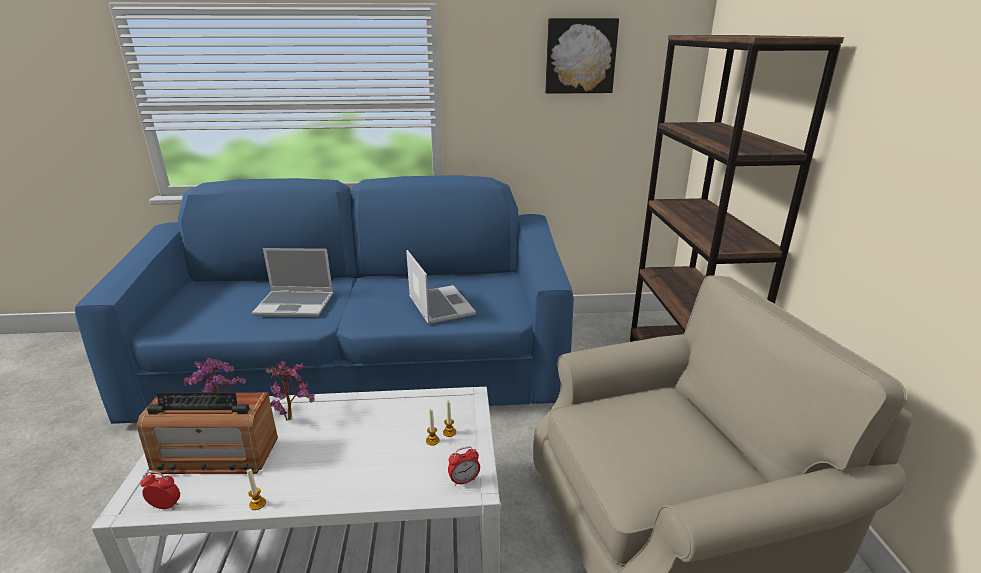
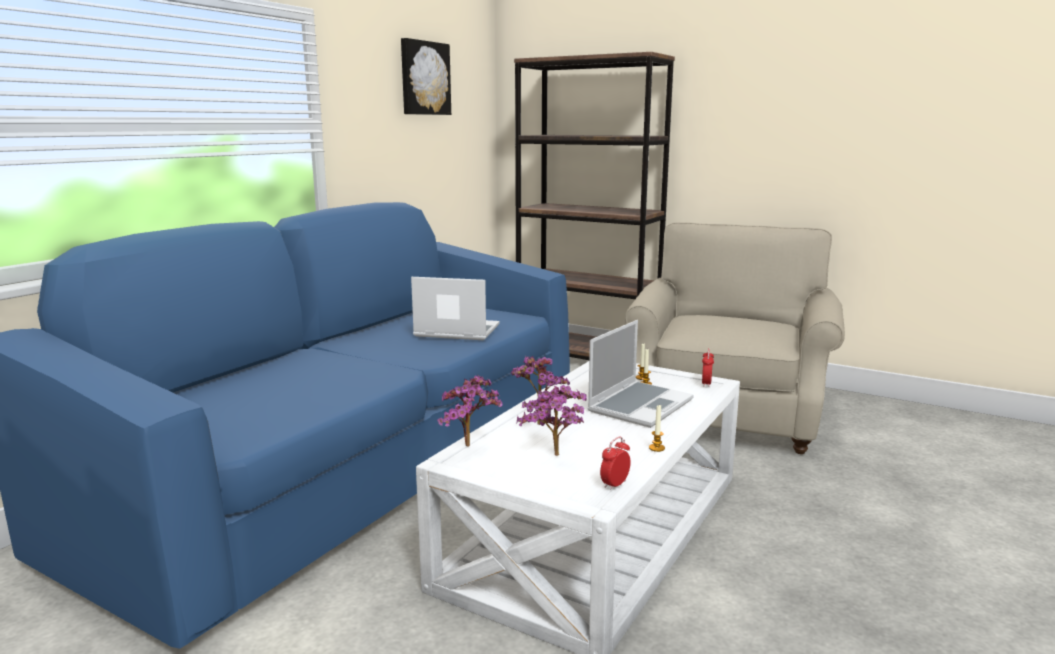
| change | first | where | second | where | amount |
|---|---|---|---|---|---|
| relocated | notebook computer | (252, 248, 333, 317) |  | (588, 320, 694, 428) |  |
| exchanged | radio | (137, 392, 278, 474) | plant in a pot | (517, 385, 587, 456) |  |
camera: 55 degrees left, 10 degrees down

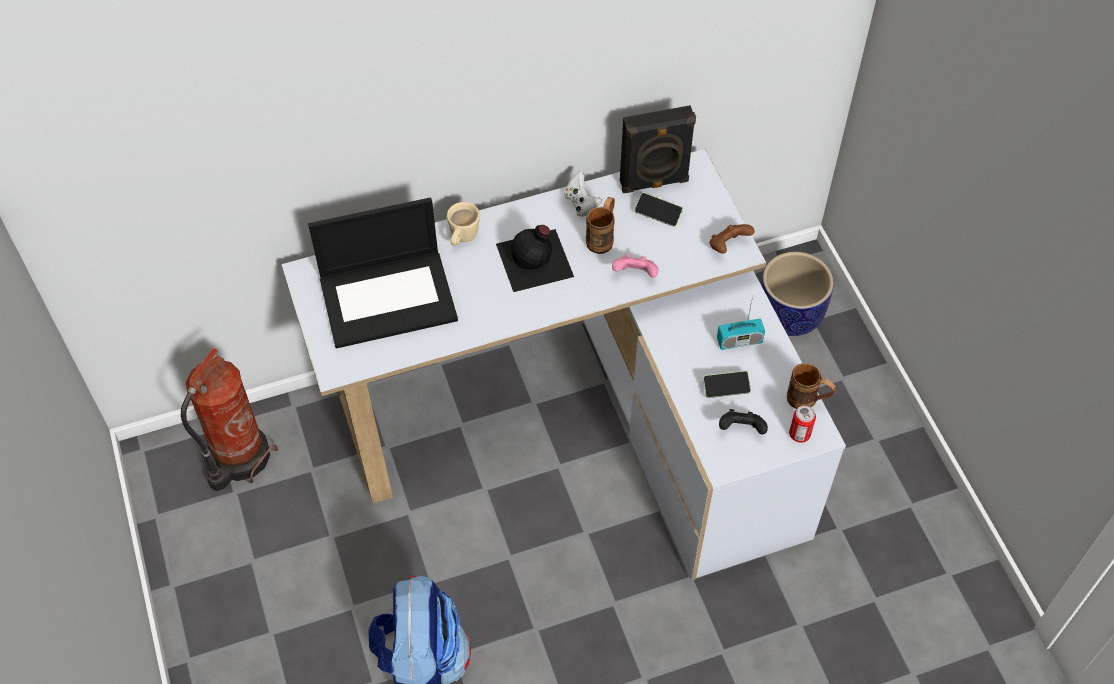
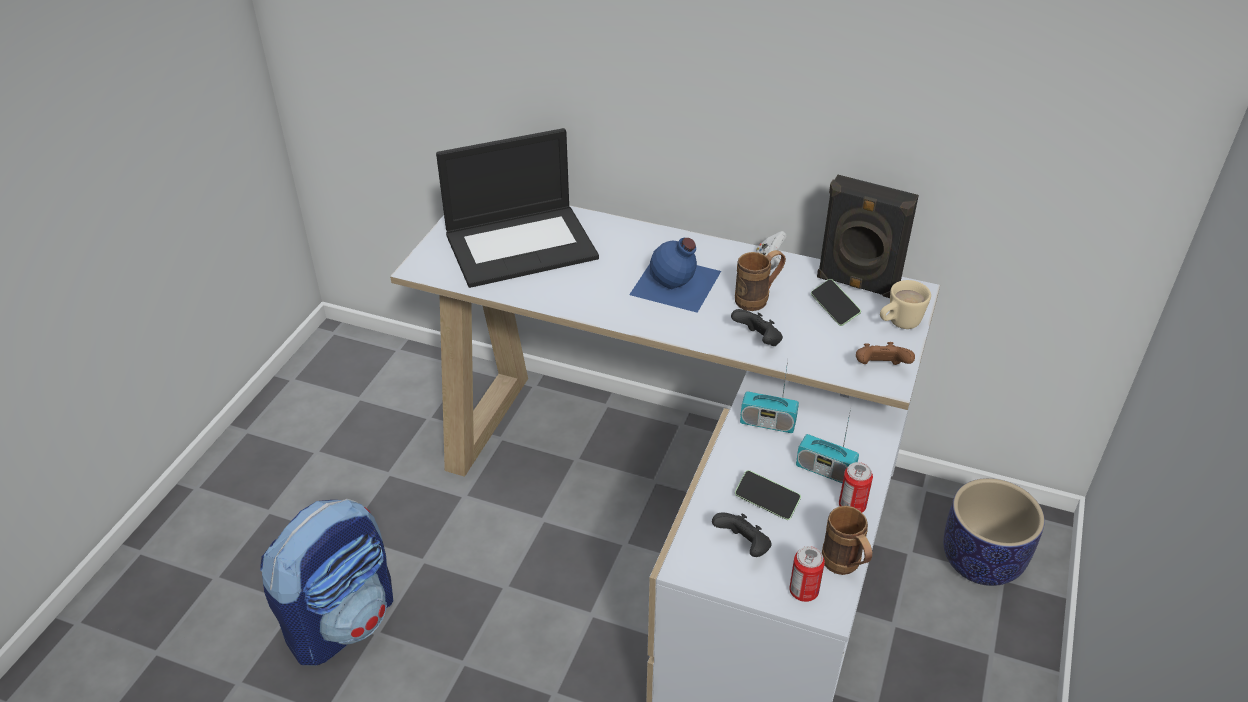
| change | first | where | second | where | amount |
|---|---|---|---|---|---|
| missing | fire extinguisher | (181, 348, 278, 491) |  |  |  |
| appeared |  |  | radio | (740, 361, 799, 433) |  |
| appeared |  |  | sealed can | (839, 462, 873, 513) |  |
| relocated | tea mug (sand-coloured) | (447, 202, 480, 246) |  | (880, 280, 931, 329) |  |
| colour | drink bottle (blackish) | (496, 225, 574, 292) | drink bottle (blue) | (629, 238, 721, 313) |  |
| colour | gamepad (pinkish) | (612, 254, 659, 278) | gamepad (blackish) | (731, 309, 783, 346) |  |
| spun | notebook computer | (308, 198, 458, 348) |  | (436, 128, 599, 288) | 45 degrees counterclockwise |
camera: 40 degrees right, 15 degrees down

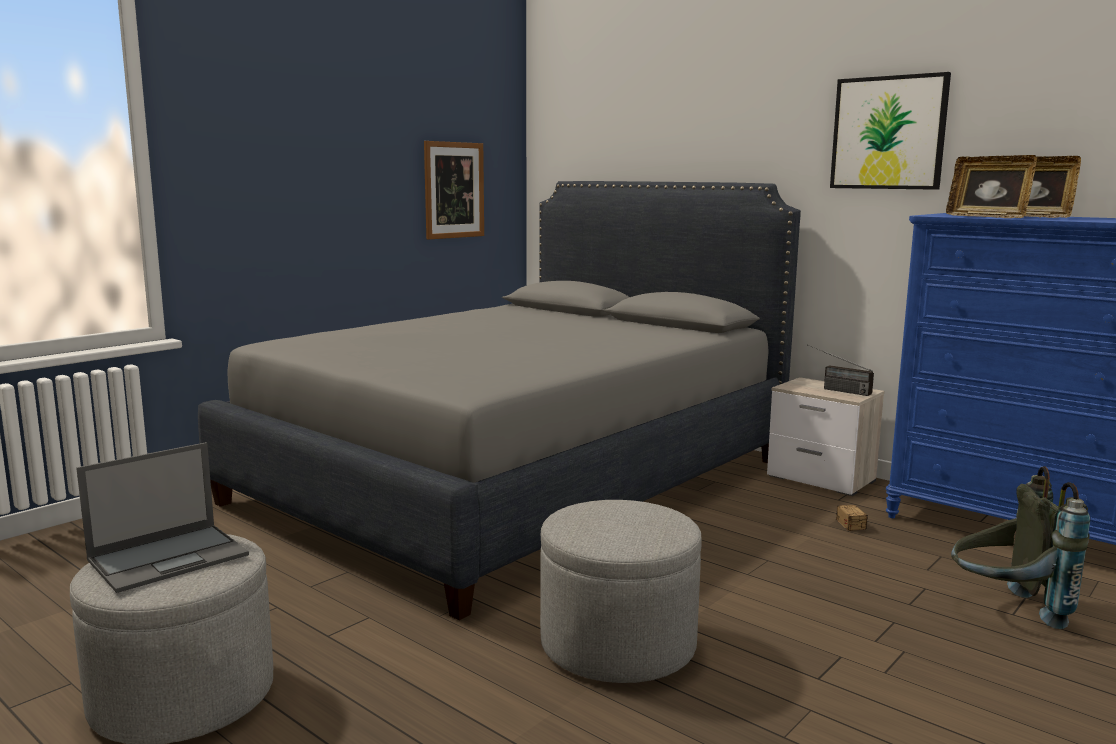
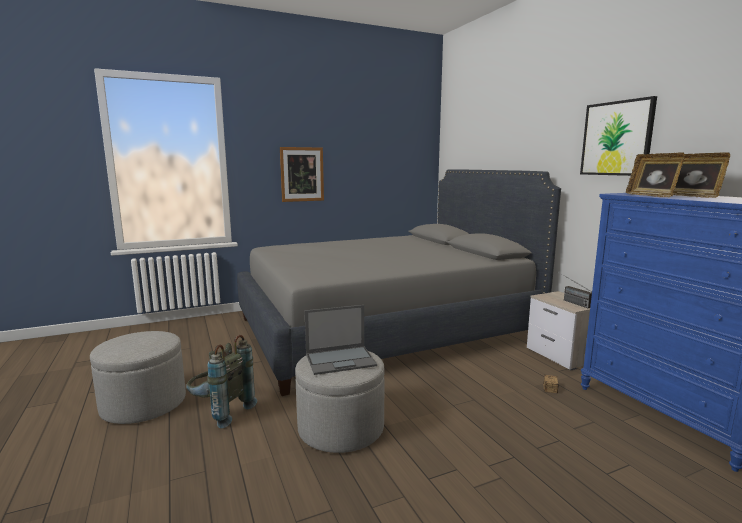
| change | first | where | second | where | amount |
|---|---|---|---|---|---|
| relocated | notebook computer | (76, 442, 249, 593) |  | (305, 305, 377, 375) |  |
| relocated | wall art | (424, 141, 484, 240) |  | (280, 147, 324, 202) |  |
| relocated | knapsack (gray) | (951, 466, 1090, 629) |  | (186, 335, 257, 428) |  |
camera: 25 degrees right, 0 degrees up

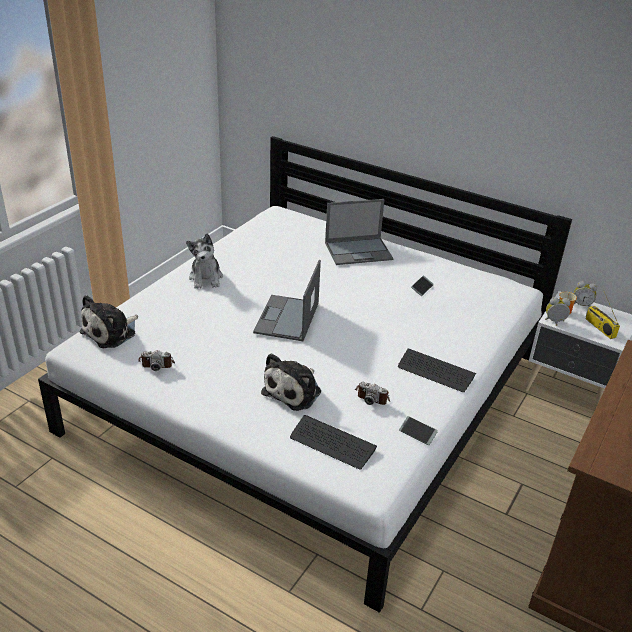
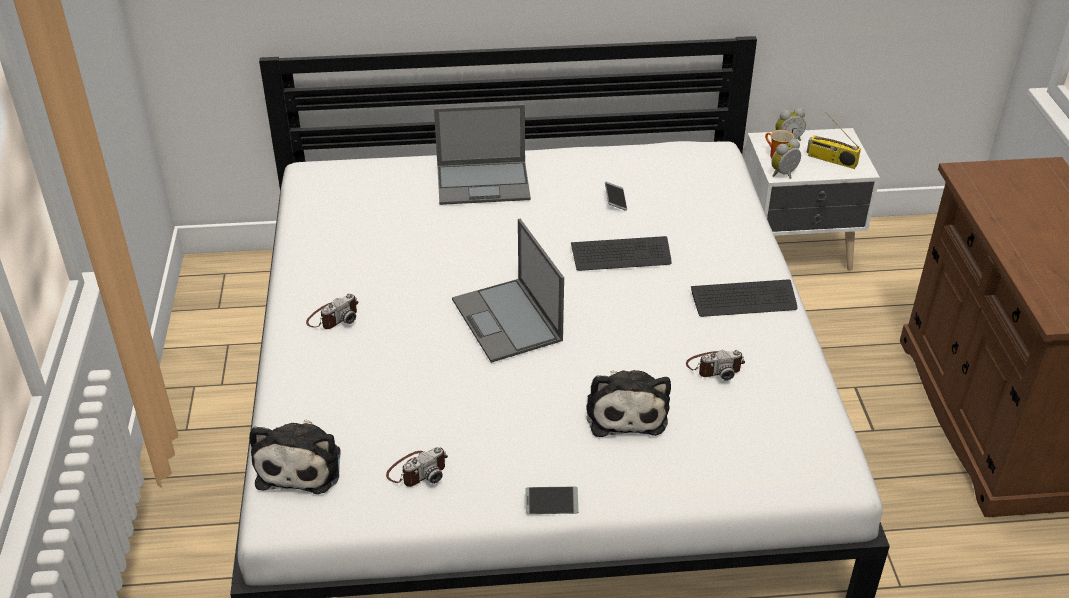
| change | first | where | second | where | amount |
|---|---|---|---|---|---|
| relocated | PC keyboard | (290, 415, 377, 469) |  | (571, 236, 672, 271) |  |
| relocated | telephone | (399, 416, 438, 445) |  | (526, 487, 578, 514) |  |
| exchanged | cuddly toy | (186, 233, 223, 289) | photo camera | (306, 293, 358, 329) |  |
| spun | notebook computer | (325, 199, 393, 265) |  | (434, 104, 531, 205) | 45 degrees clockwise |
camera: 35 degrees left, 5 degrees up

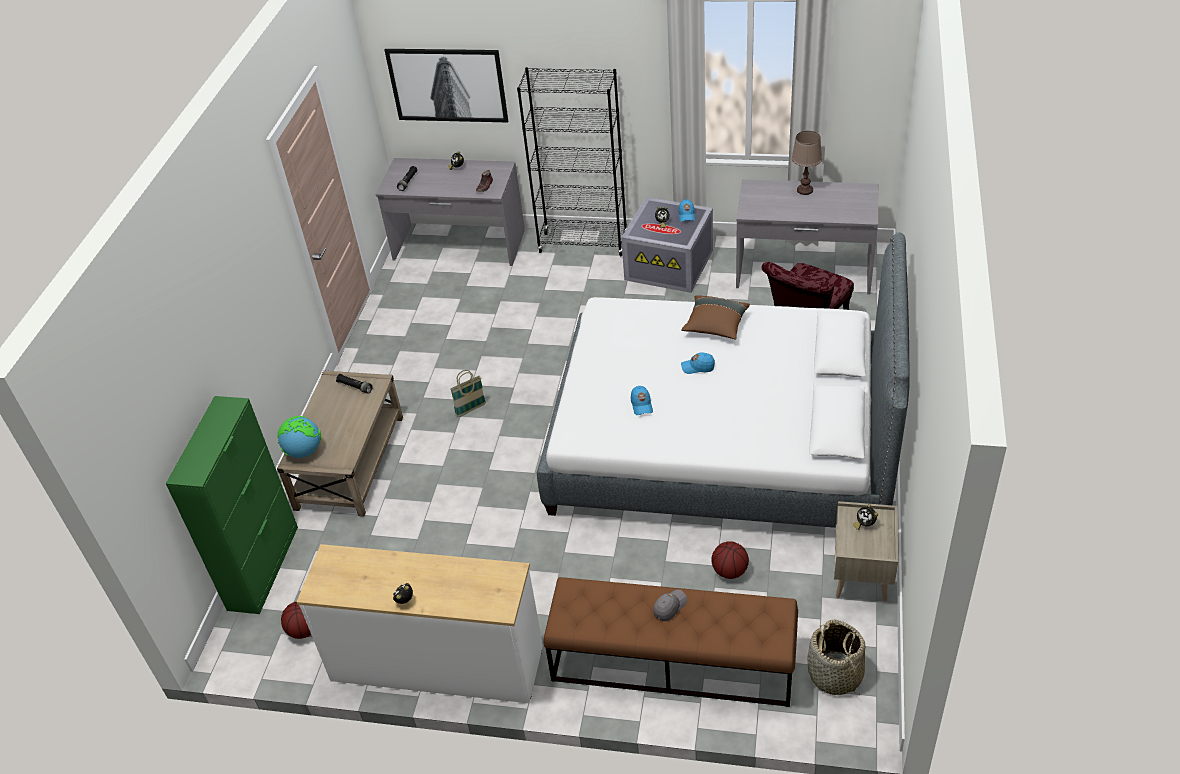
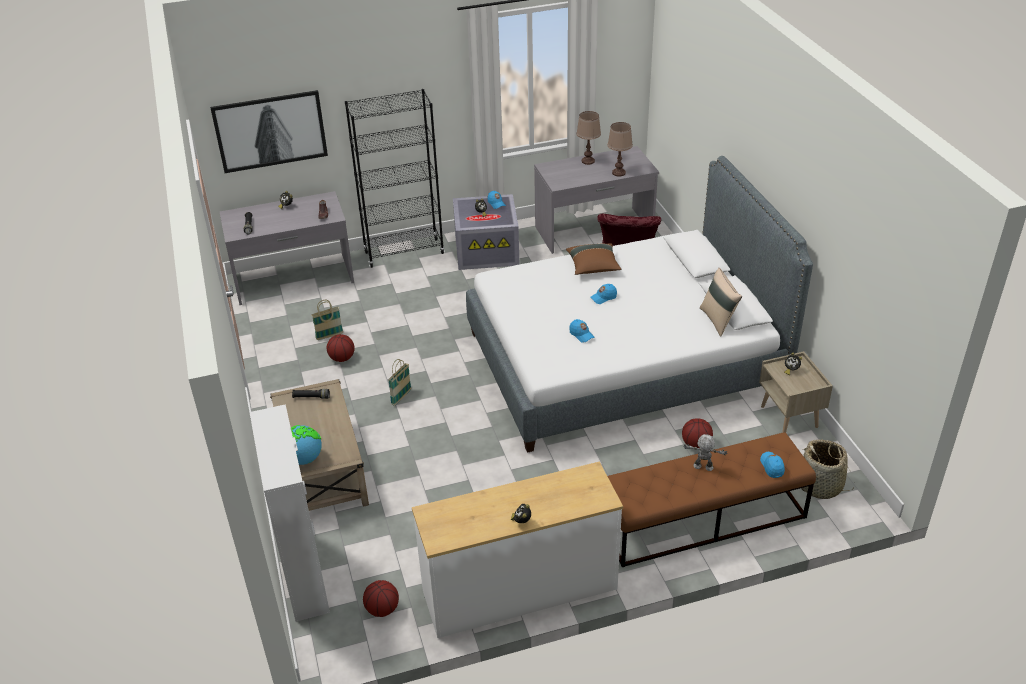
| change | first | where | second | where | amount |
|---|---|---|---|---|---|
| appeared |  |  | storage basket | (312, 300, 344, 340) |  |
| appeared |  |  | basketball ball | (327, 334, 355, 362) |  |
| appeared |  |  | table lamp (brown-coloured) | (607, 122, 633, 176) |  |
| appeared |  |  | cushion (sand-coloured) | (700, 268, 742, 337) |  |
| appeared |  |  | cap (blue) | (760, 452, 785, 478) |  |
| exchanged | cap (gray) | (653, 589, 687, 621) | toy robot | (683, 434, 728, 471) |  |
| colour | cabinet (greenish) | (166, 396, 298, 614) | cabinet (whitish) | (250, 404, 330, 622) |  |
camera: 30 degrees left, 5 degrees down

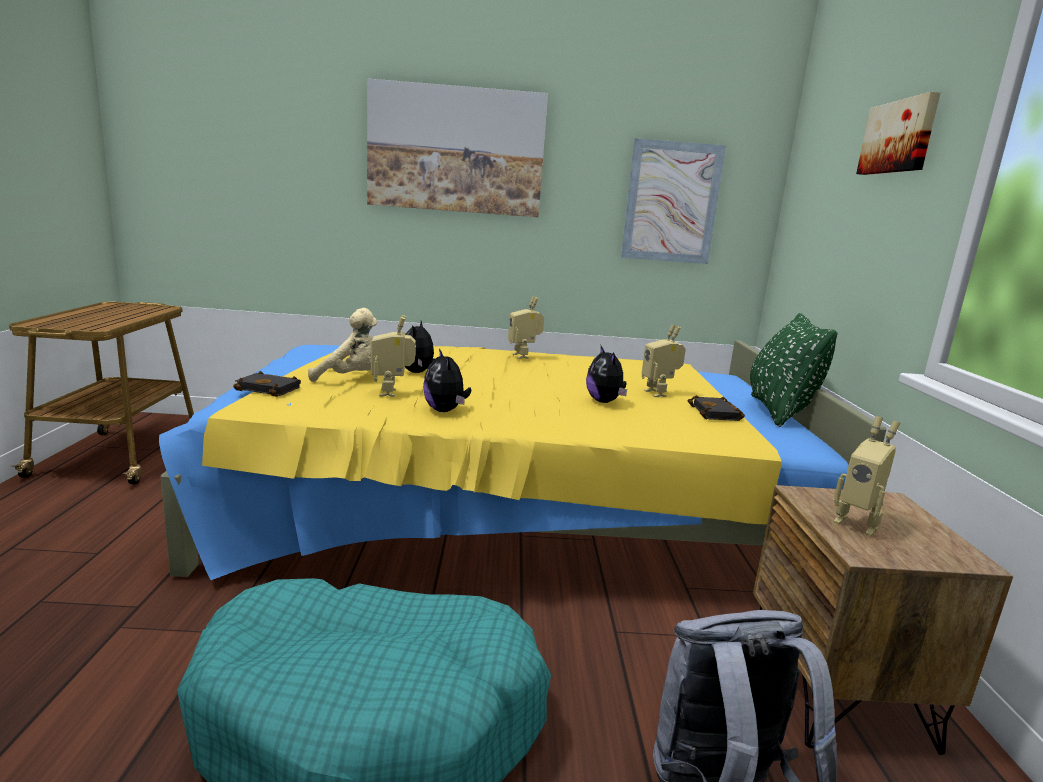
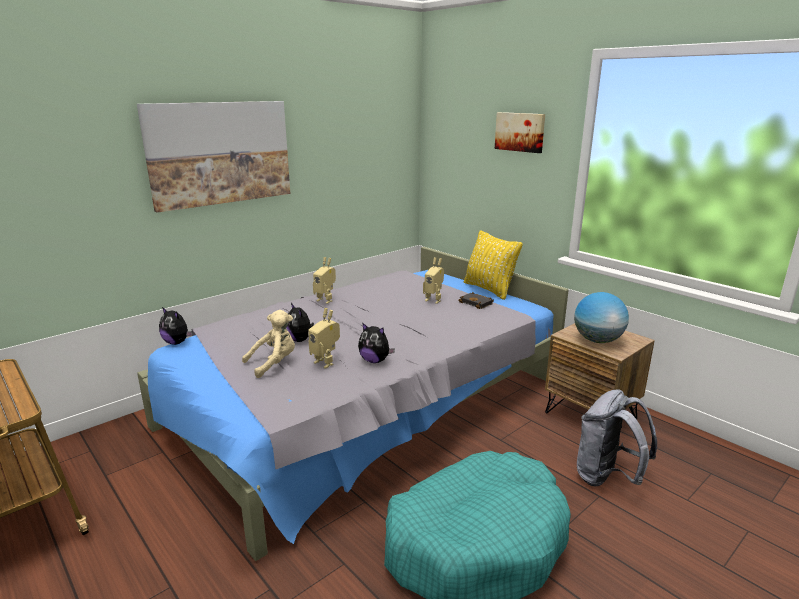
| change | first | where | second | where | amount |
|---|---|---|---|---|---|
| missing | volume (blackish) | (233, 371, 301, 397) |  |  |  |
| missing | wall art | (621, 138, 726, 264) |  |  |  |
| relocated | cuddly toy | (586, 346, 627, 403) |  | (159, 307, 193, 345) |  |
| exchanged | toy robot | (834, 416, 901, 536) | globe | (574, 292, 629, 343) |  |
| colour | sleeping bed (yellow-coloured) | (159, 340, 887, 580) | sleeping bed (gray) | (137, 247, 569, 561) |  |
| colour | cushion (greenish) | (750, 313, 838, 427) | cushion (yellow-coloured) | (464, 230, 523, 300) |  |
camera: 40 degrees left, 5 degrees up

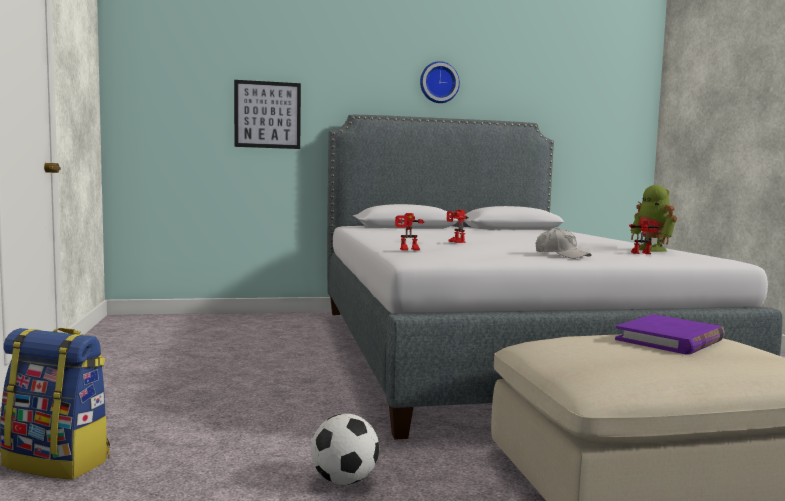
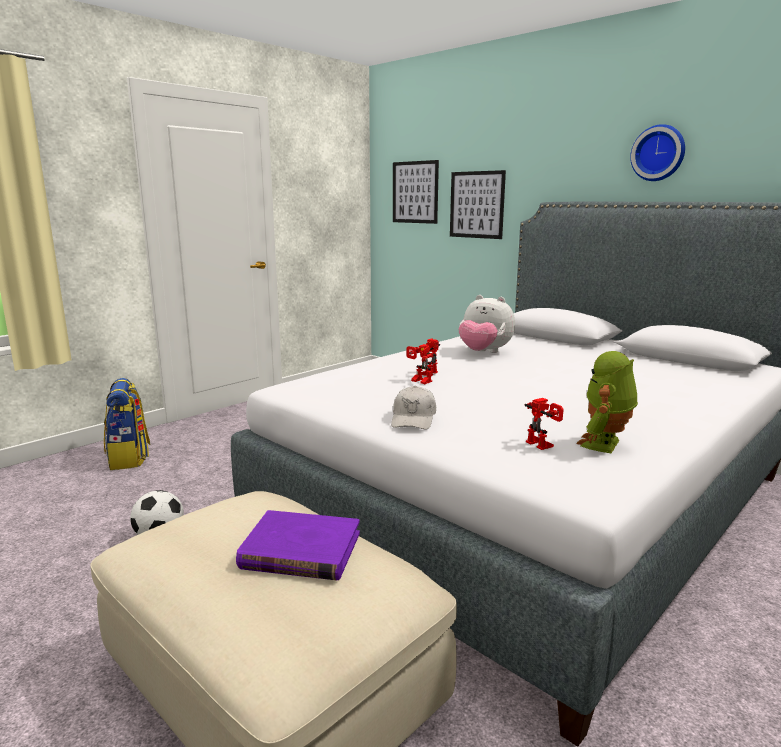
| change | first | where | second | where | amount |
|---|---|---|---|---|---|
| appeared |  |  | wall art | (393, 160, 439, 224) |  |
| appeared |  |  | cuddly toy | (459, 295, 515, 353) |  |
| relocated | toy robot | (395, 213, 424, 250) |  | (406, 344, 436, 384) |  |
camera: 55 degrees right, 10 degrees up

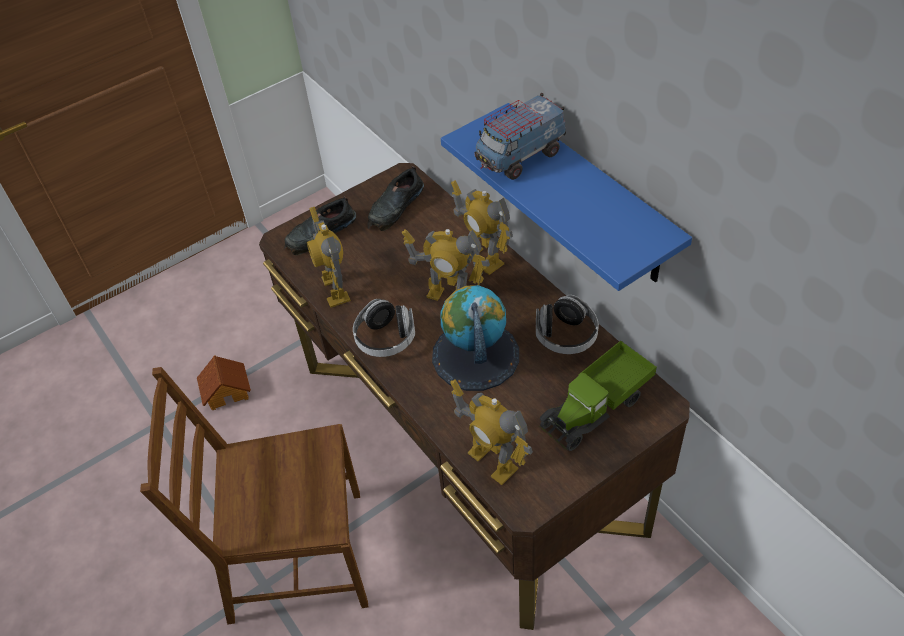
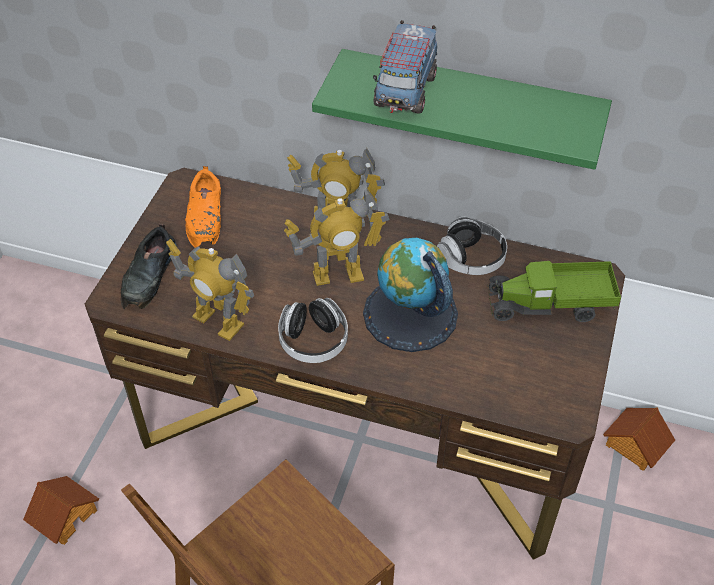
| change | first | where | second | where | amount |
|---|---|---|---|---|---|
| missing | toy robot | (450, 379, 533, 485) |  |  |  |
| appeared |  |  | toy house | (603, 407, 675, 471) |  |
| colour | item of footwear (blackish) | (367, 166, 424, 231) | item of footwear (orangey) | (185, 166, 221, 248) |  |
| colour | wall shelf (blue) | (441, 103, 692, 291) | wall shelf (greenish) | (312, 49, 612, 170) |  |
| spun | toy truck | (539, 341, 657, 451) |  | (487, 261, 621, 322) | 75 degrees clockwise |
camera: 40 degrees left, 0 degrees up

